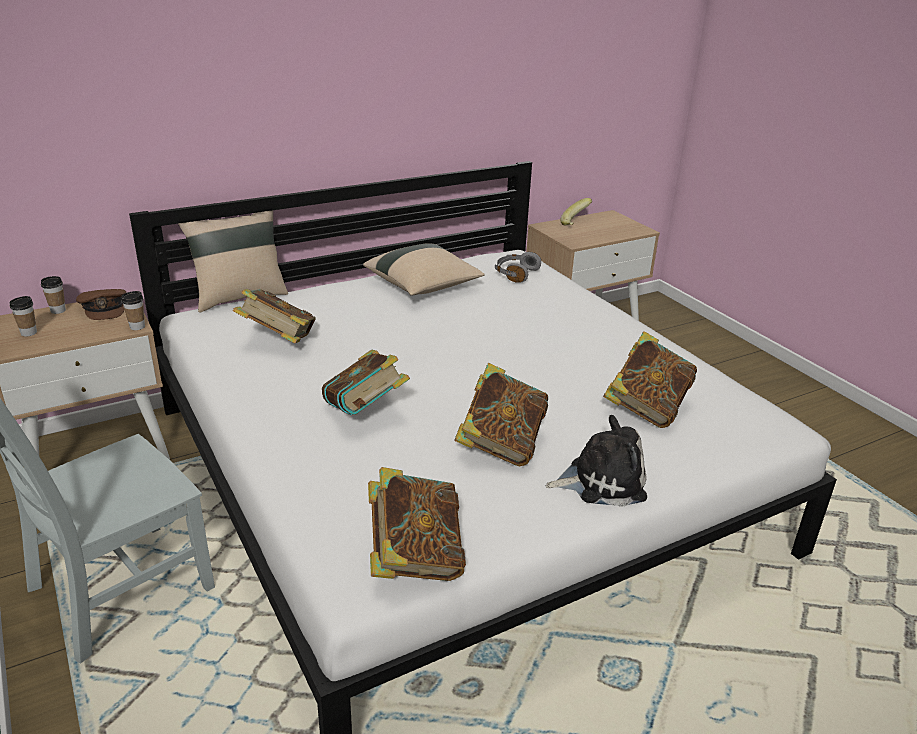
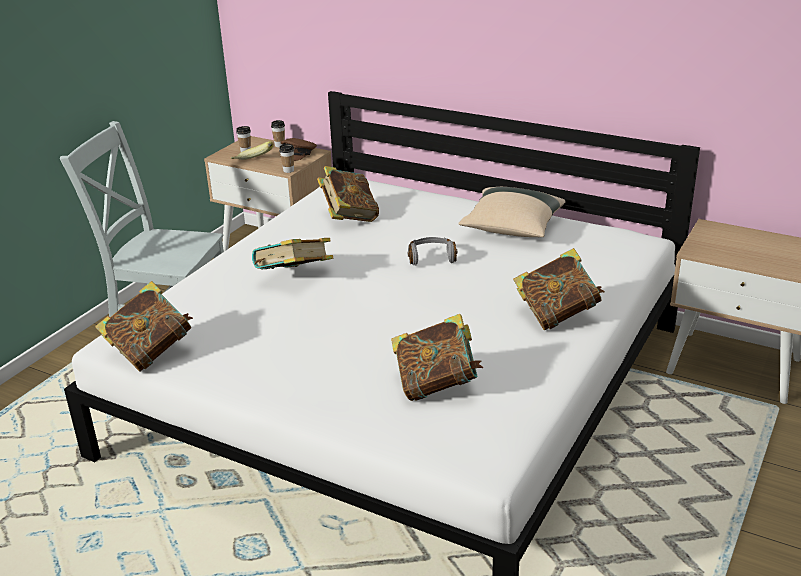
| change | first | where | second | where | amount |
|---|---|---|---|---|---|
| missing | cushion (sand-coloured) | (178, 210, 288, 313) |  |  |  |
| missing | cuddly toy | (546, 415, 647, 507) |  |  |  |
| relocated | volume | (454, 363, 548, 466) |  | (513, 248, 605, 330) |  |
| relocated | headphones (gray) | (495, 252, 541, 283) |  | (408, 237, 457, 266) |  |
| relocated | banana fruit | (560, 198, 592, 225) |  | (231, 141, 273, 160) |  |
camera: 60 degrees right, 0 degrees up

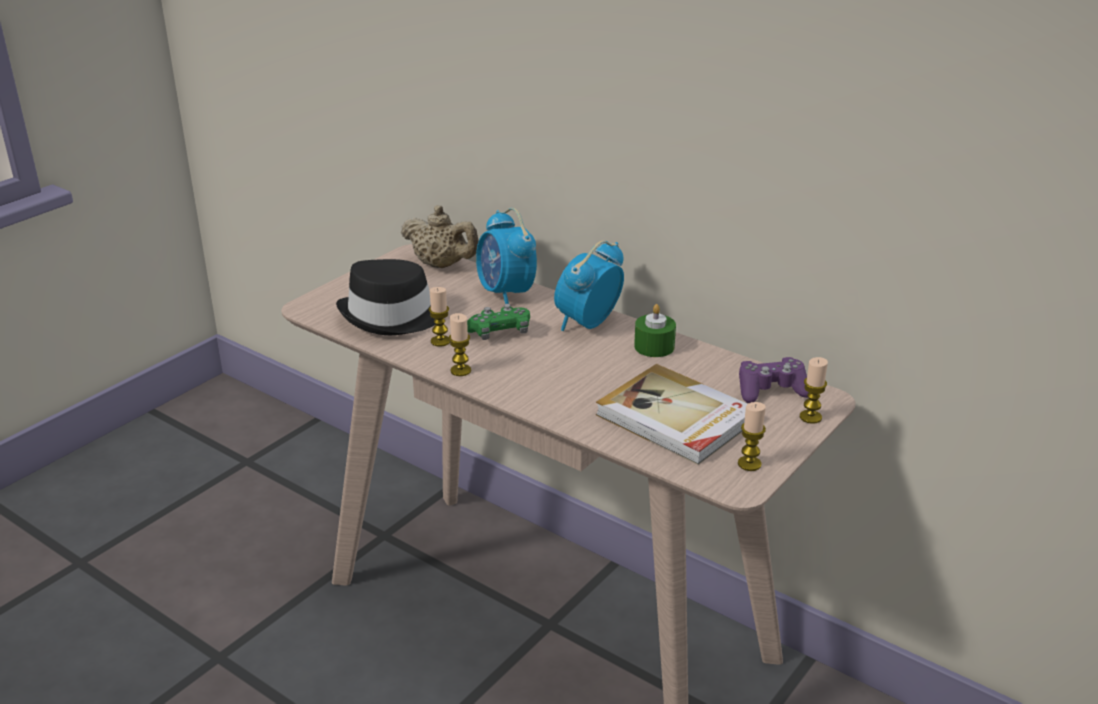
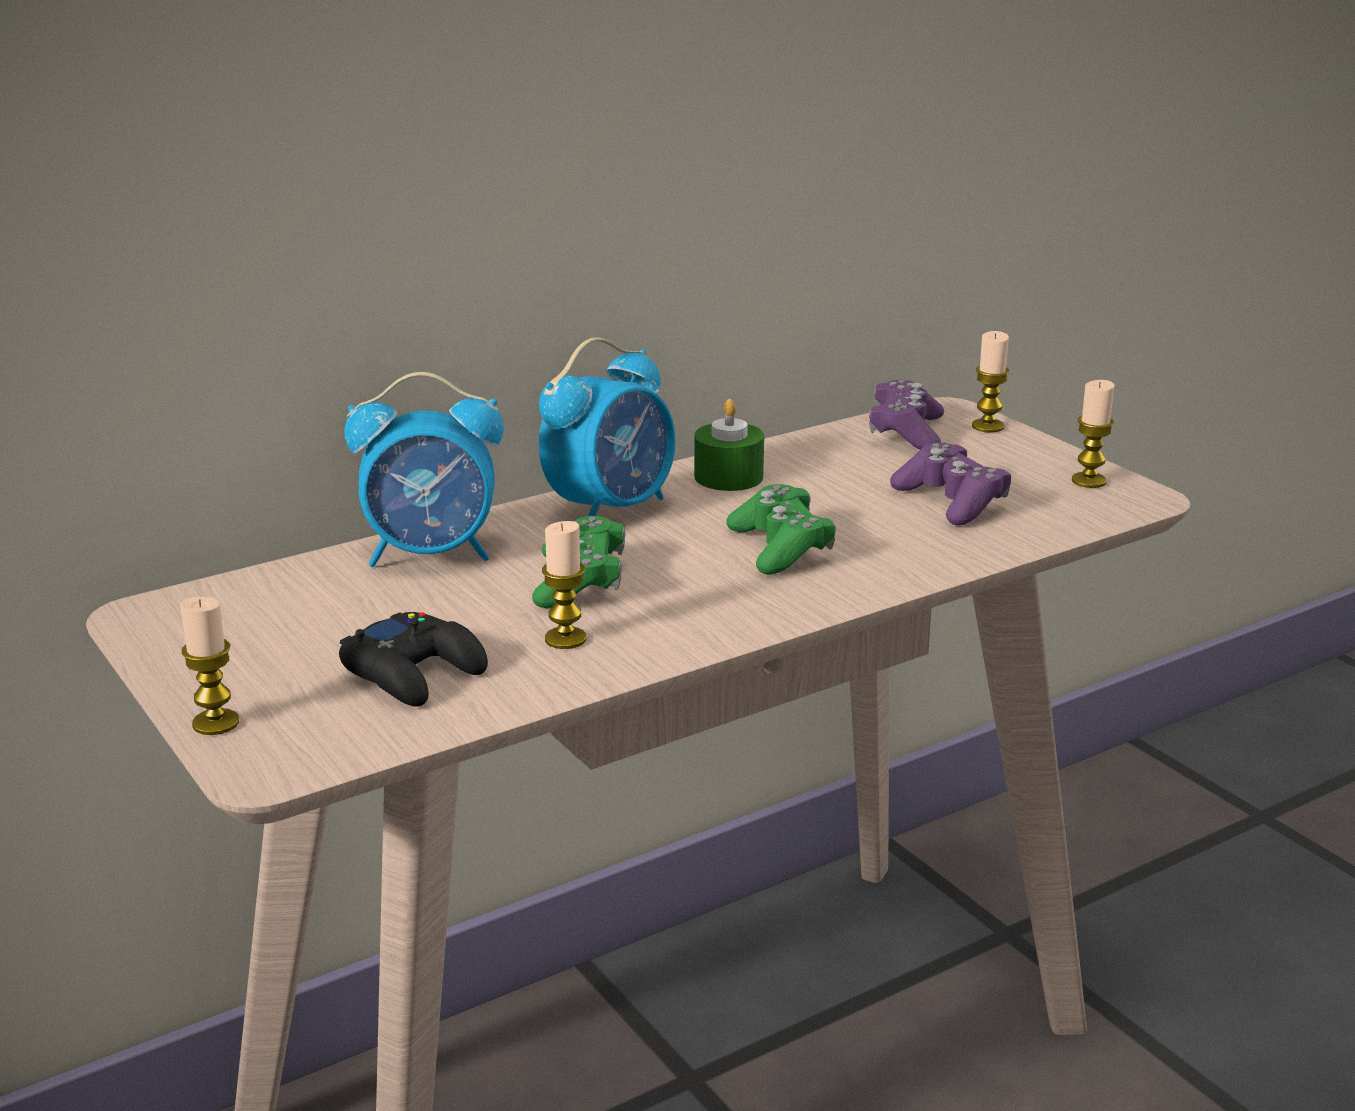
| change | first | where | second | where | amount |
|---|---|---|---|---|---|
| missing | pot for tea (sand-coloured) | (401, 205, 479, 268) |  |  |  |
| appeared |  |  | gamepad (greenish) | (726, 484, 836, 574) |  |
| relocated | candle | (449, 313, 471, 376) |  | (180, 597, 239, 735) |  |
| exchanged | wearable hat (blackish) | (336, 259, 436, 335) | gamepad (blackish) | (339, 612, 488, 707) |  |
| exchanged | volume | (596, 364, 748, 465) | gamepad (purple) | (890, 442, 1011, 526) |  |
| spun | table clock | (554, 240, 624, 331) |  | (538, 338, 675, 516) | 105 degrees counterclockwise |
camera: 70 degrees left, 5 degrees down

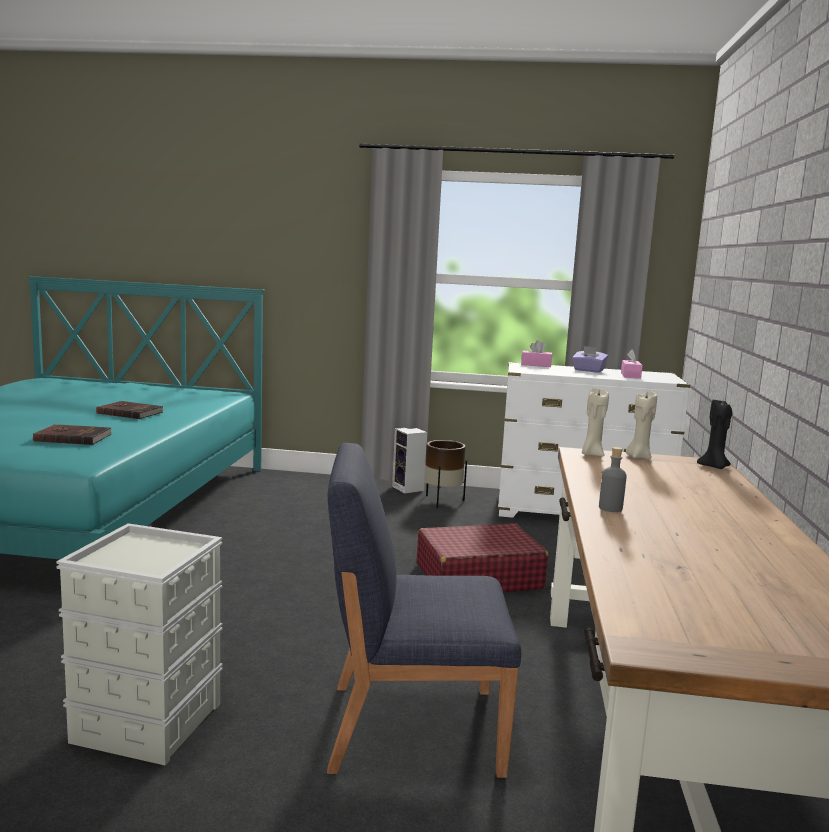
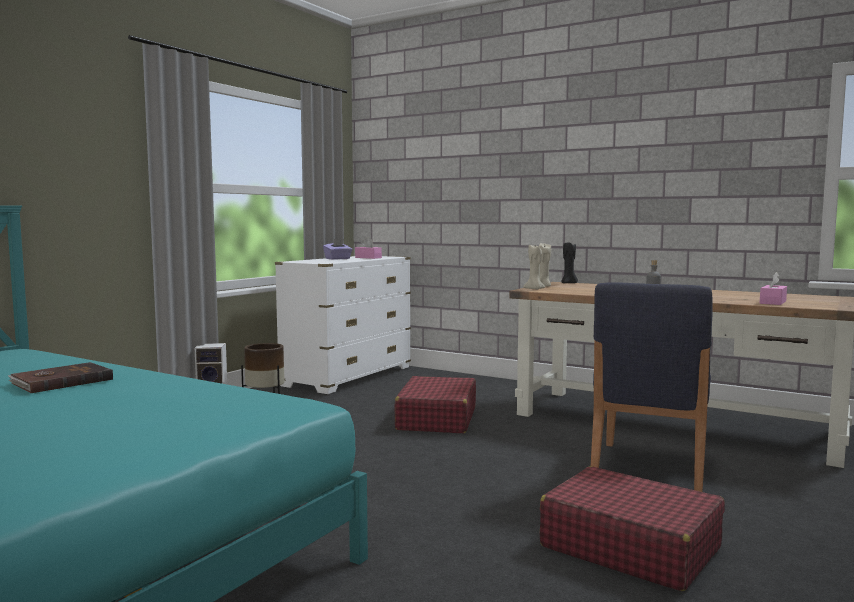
| change | first | where | second | where | amount |
|---|---|---|---|---|---|
| missing | volume (brown-coloured) | (33, 424, 113, 445) |  |  |  |
| relocated | box of tissues (pinkish) | (521, 340, 552, 367) |  | (760, 272, 787, 305) |  |
| exchanged | storage container (gray) | (56, 523, 223, 765) | travel case (red) | (540, 466, 725, 591) |  |
camera: 65 degrees left, 5 degrees down

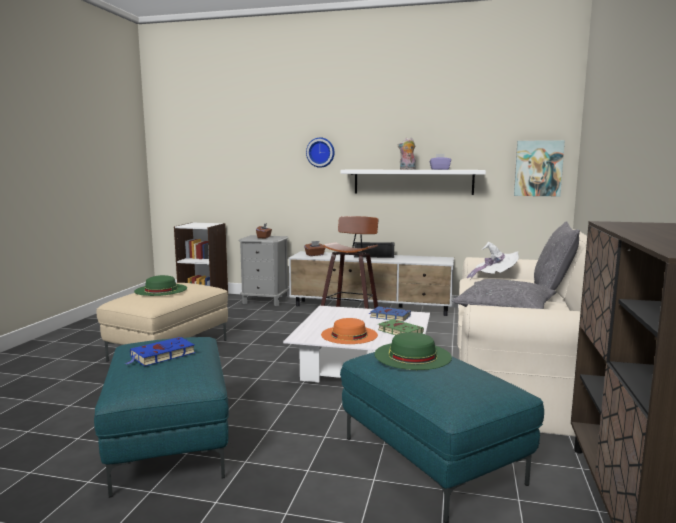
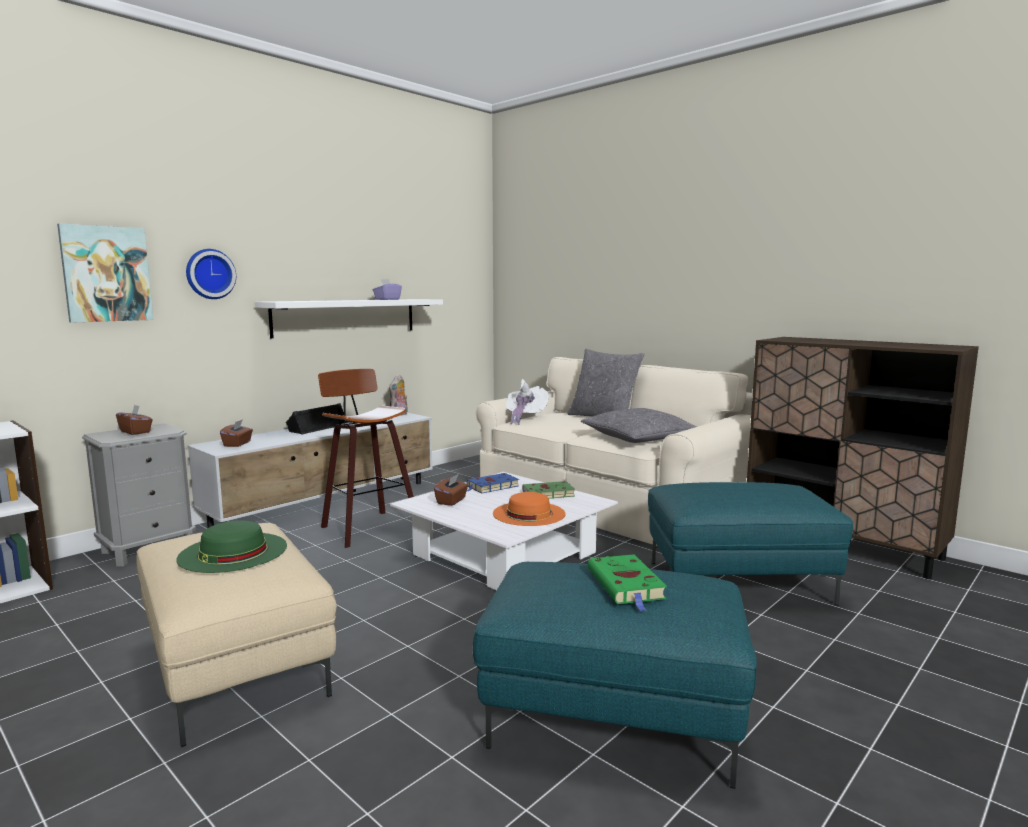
| change | first | where | second | where | amount |
|---|---|---|---|---|---|
| missing | wearable hat (greenish) | (375, 332, 452, 370) |  |  |  |
| appeared |  |  | box of tissues (brown-coloured) | (434, 475, 468, 506) |  |
| relocated | cuddly toy | (398, 138, 416, 170) |  | (389, 375, 408, 416) |  |
| relocated | wall art | (514, 140, 565, 196) |  | (57, 223, 154, 323) |  |
| colour | volume (blue) | (126, 337, 195, 366) | volume (greenish) | (588, 554, 667, 611) |  |
camera: 60 degrees left, 0 degrees up

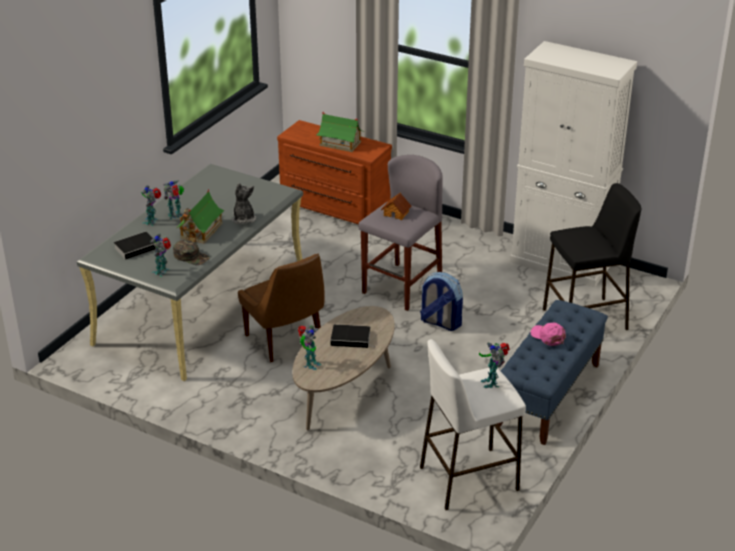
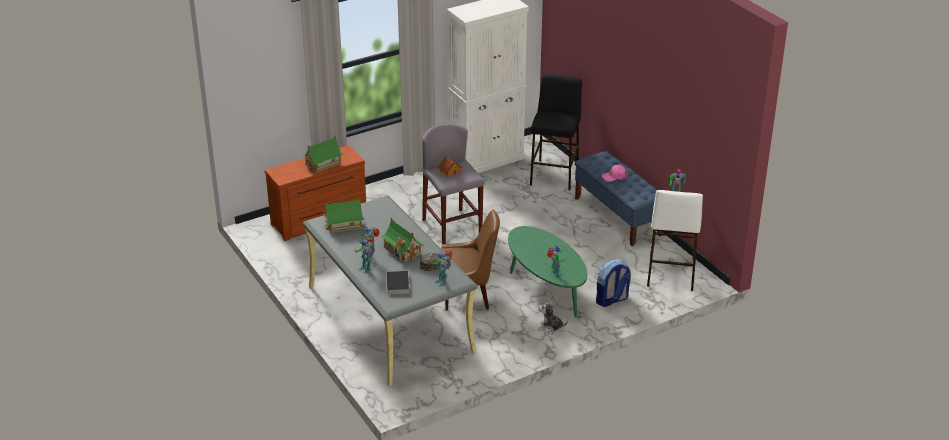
| change | first | where | second | where | amount |
|---|---|---|---|---|---|
| missing | volume | (331, 324, 376, 348) |  |  |  |
| appeared |  |  | toy house | (324, 198, 365, 233) |  |
| relocated | cuddly toy | (232, 183, 256, 224) |  | (538, 300, 568, 334) |  |
| relocated | knapsack | (420, 272, 463, 331) |  | (596, 259, 631, 307) |  |
| colour | lounge table (sand-coloured) | (292, 306, 394, 430) | lounge table (greenish) | (508, 226, 587, 317) |  |
camera: 60 degrees left, 0 degrees up

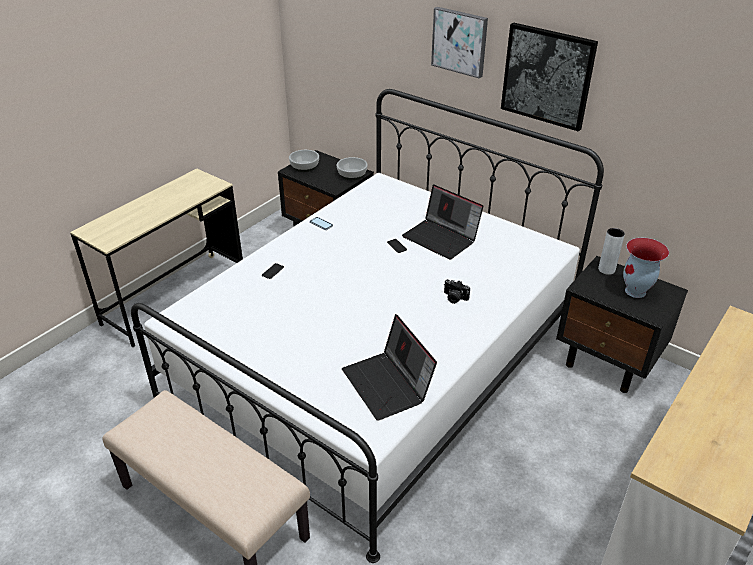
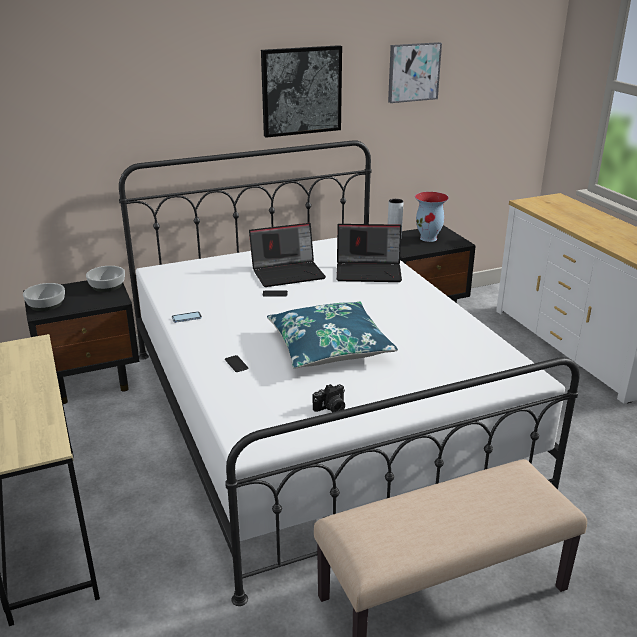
| change | first | where | second | where | amount |
|---|---|---|---|---|---|
| appeared |  |  | cushion (blue) | (267, 302, 398, 369) |  |
| relocated | notebook computer | (342, 314, 437, 421) |  | (336, 224, 402, 282) |  |
| relocated | wall art | (431, 7, 488, 78) |  | (388, 42, 442, 103) |  |
| relocated | photo camera | (444, 279, 470, 304) |  | (313, 384, 345, 412) |  |
camera: 60 degrees left, 10 degrees down

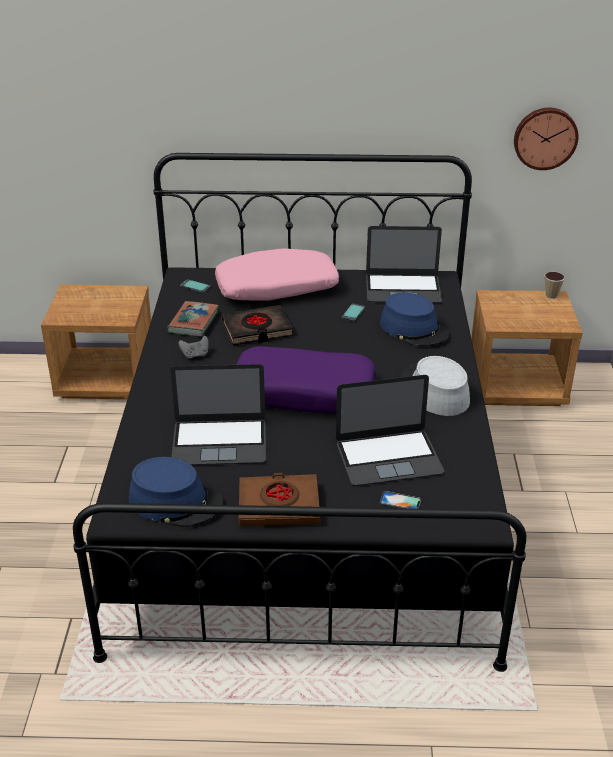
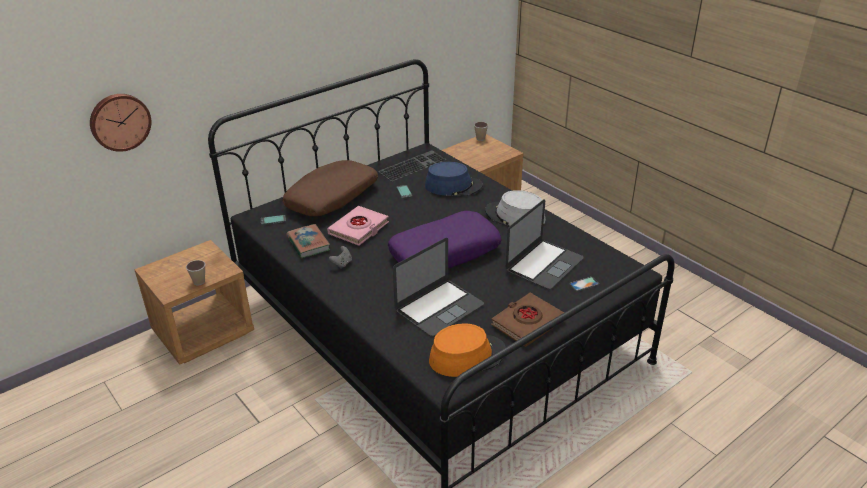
| change | first | where | second | where | amount |
|---|---|---|---|---|---|
| appeared |  |  | drinking cup | (186, 260, 205, 285) |  |
| relocated | hanging clock | (514, 108, 578, 170) |  | (90, 94, 151, 152) |  |
| exchanged | notebook computer | (366, 226, 442, 303) | PC keyboard | (378, 150, 447, 181) |  |
| colour | wearable hat (blue) | (129, 457, 223, 527) | wearable hat (orangey) | (429, 323, 505, 377) |  |
| colour | cushion (pinkish) | (215, 248, 339, 301) | cushion (brown-coloured) | (283, 160, 378, 217) |  |
| colour | volume (blackish) | (221, 305, 293, 345) | volume (pinkish) | (327, 206, 389, 246) |  |
camera: 40 degrees left, 0 degrees up

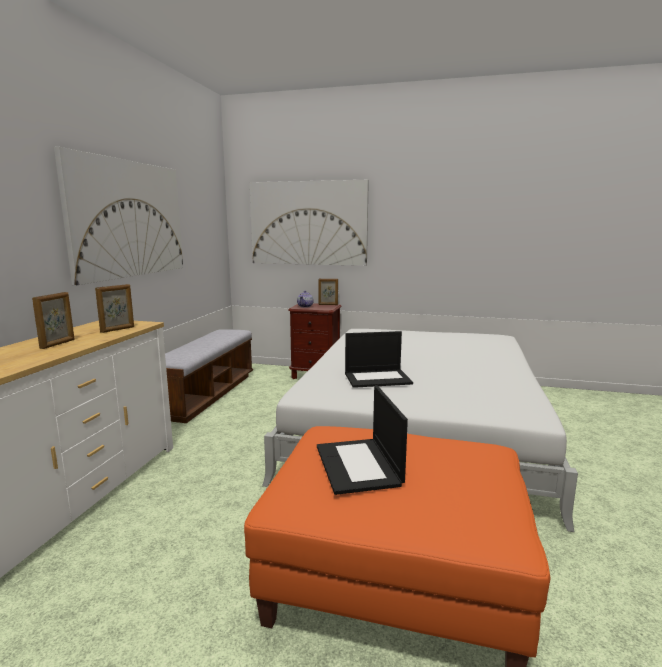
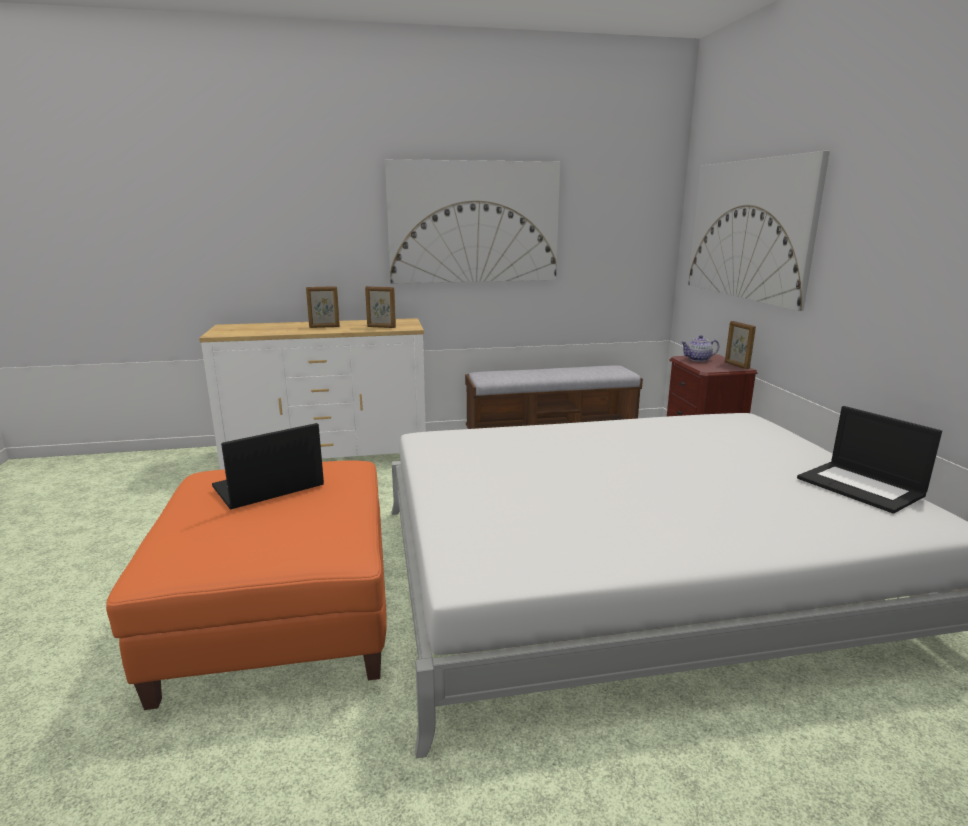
| change | first | where | second | where | amount |
|---|---|---|---|---|---|
| relocated | notebook computer | (345, 331, 413, 388) |  | (797, 406, 942, 514) |  |
camera: 65 degrees right, 5 degrees up

